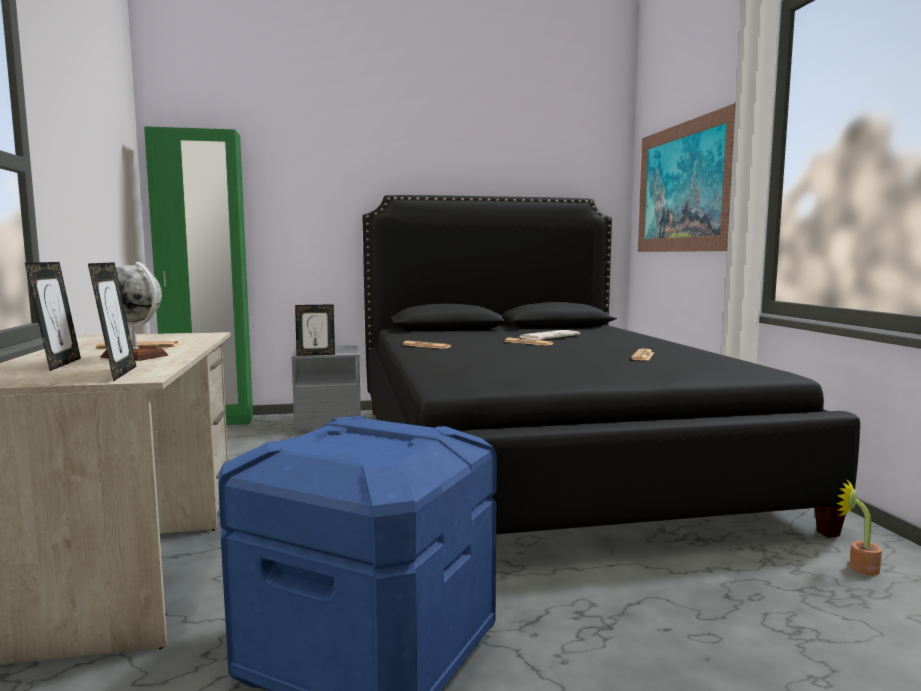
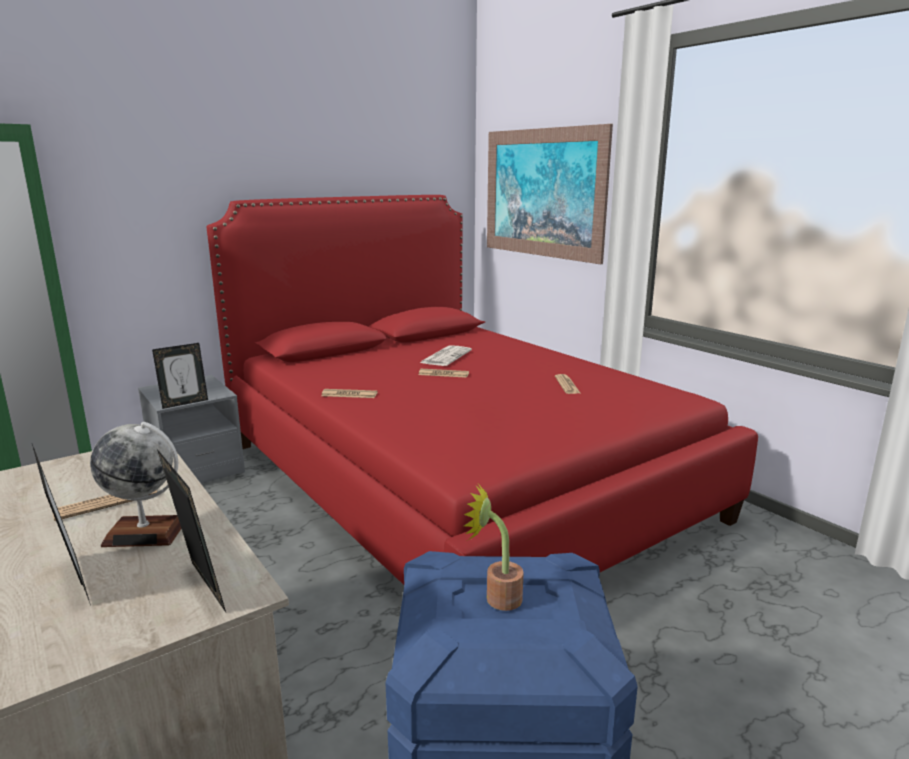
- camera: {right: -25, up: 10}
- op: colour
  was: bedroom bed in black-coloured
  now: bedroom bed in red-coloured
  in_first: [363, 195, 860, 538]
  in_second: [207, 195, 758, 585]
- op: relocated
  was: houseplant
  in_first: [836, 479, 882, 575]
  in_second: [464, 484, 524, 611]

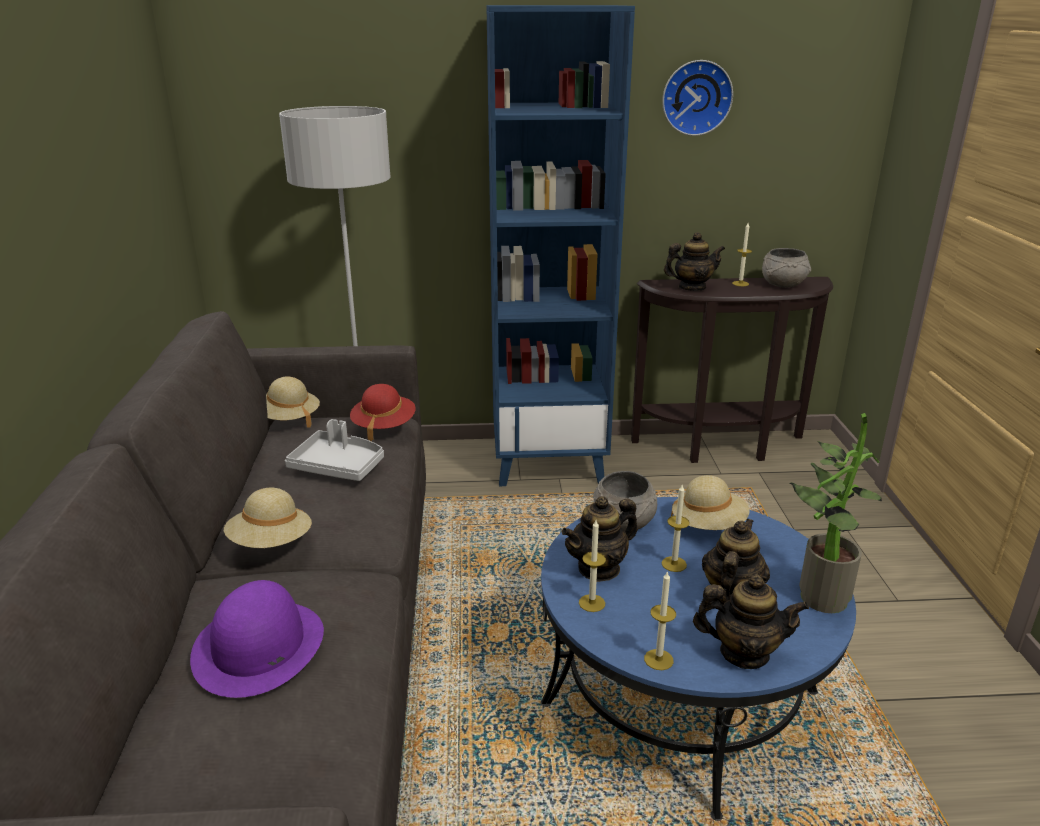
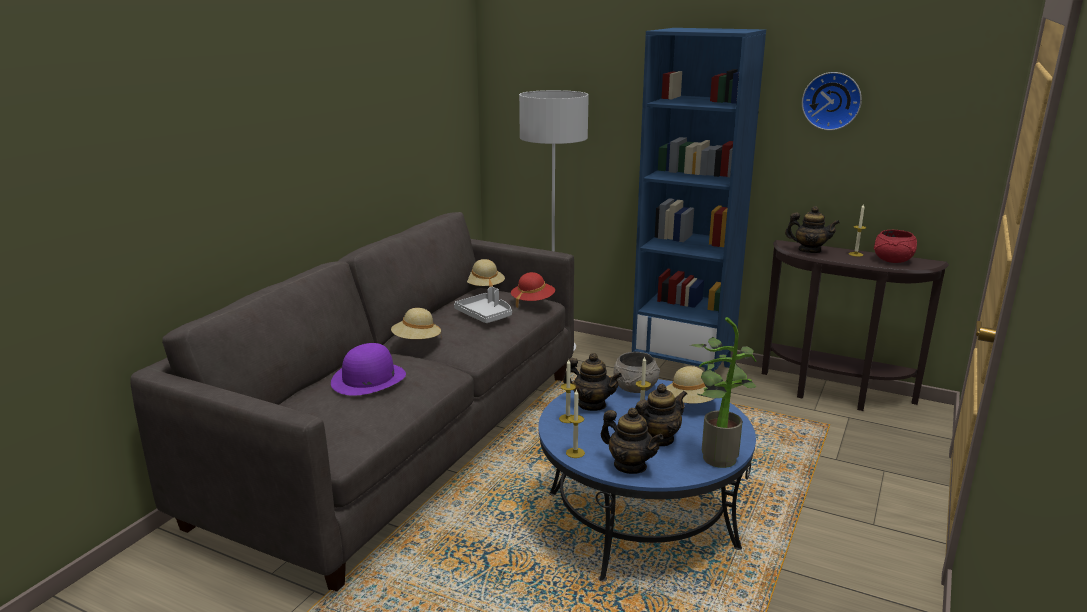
- camera: {right: 30, up: -5}
- op: spun
  was: teapot
  in_first: [562, 496, 638, 582]
  in_second: [563, 353, 622, 411]
  clockwise: -150
- op: colour
  was: deep dish in greyish
  now: deep dish in red-coloured
  in_first: [762, 248, 811, 288]
  in_second: [874, 230, 917, 263]

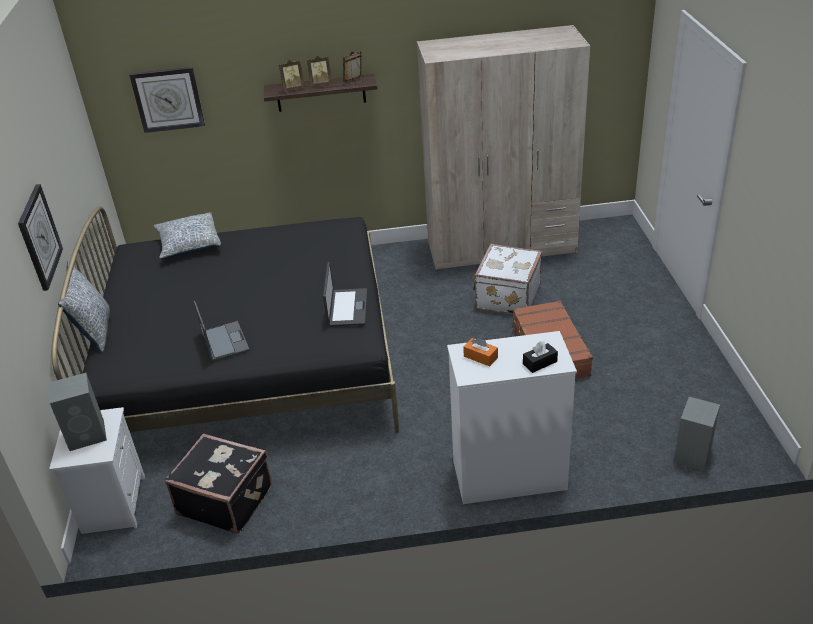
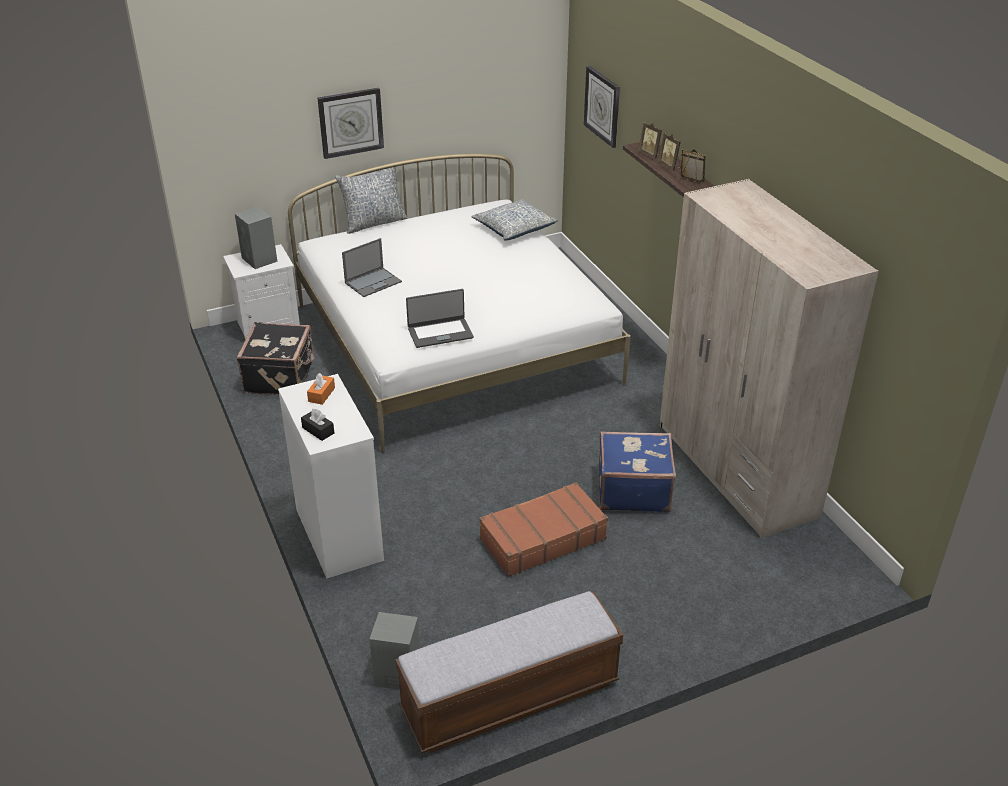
- camera: {right: 70, up: 0}
- op: colour
  was: bedroom bed in black-coloured
  now: bedroom bed in white
  in_first: [51, 206, 399, 433]
  in_second: [288, 154, 631, 453]
- op: colour
  was: travel case in white
  now: travel case in blue-coloured
  in_first: [473, 244, 542, 315]
  in_second: [598, 431, 676, 513]
- op: appeared
  now: indoor bench
  in_second: [395, 591, 623, 754]

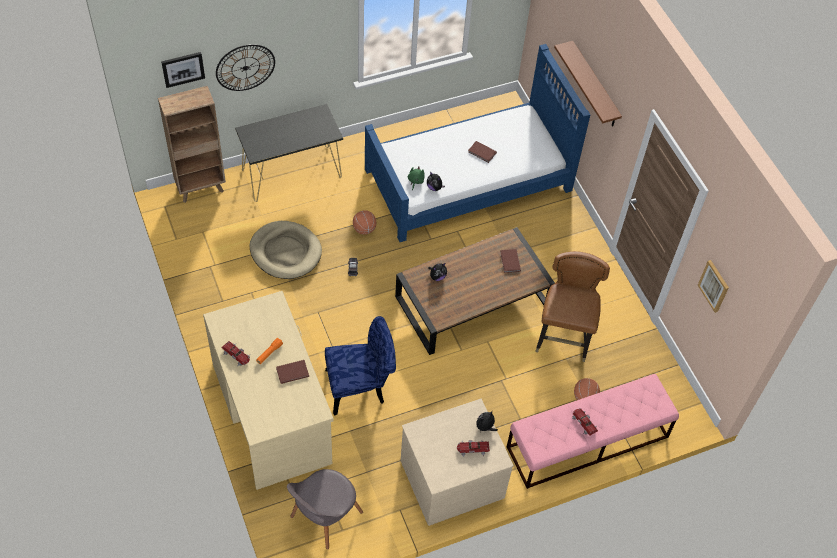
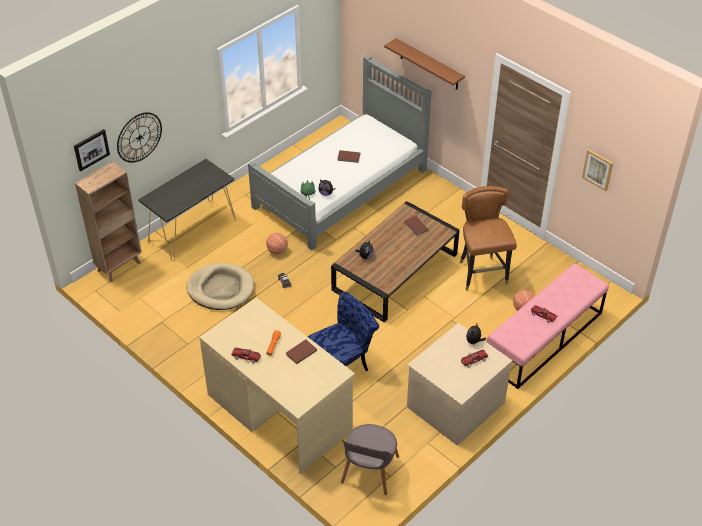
- camera: {right: -20, up: -10}
- op: colour
  was: bedroom bed in blue-coloured
  now: bedroom bed in greyish
  in_first: [365, 44, 591, 242]
  in_second: [248, 55, 432, 250]

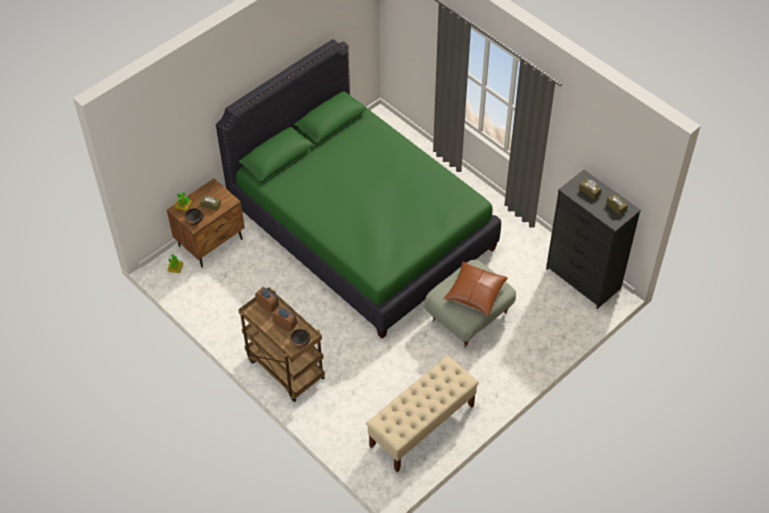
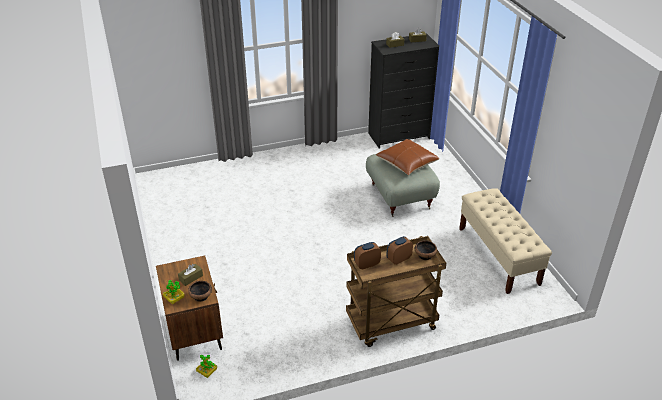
- camera: {right: -65, up: -15}
- op: missing
  was: bedroom bed in green
  in_first: [216, 39, 501, 339]

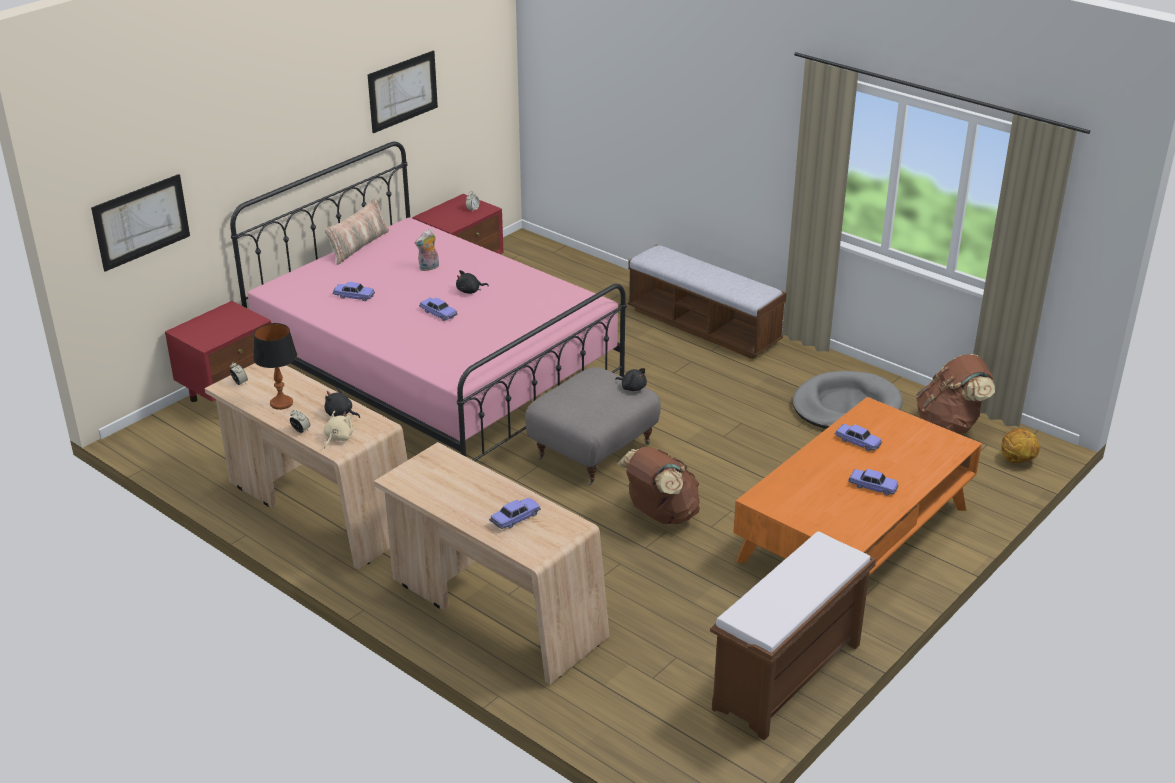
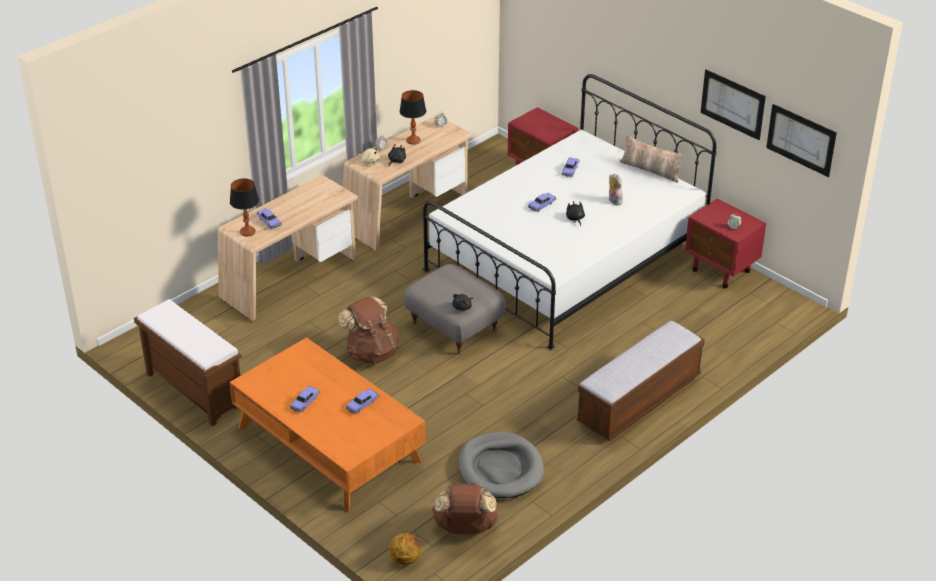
- camera: {right: 95, up: 5}
- op: relocated
  was: wall picture
  in_first: [91, 174, 190, 272]
  in_second: [766, 104, 837, 177]
- op: colour
  was: bedroom bed in pinkish
  now: bedroom bed in white
  in_first: [230, 142, 626, 461]
  in_second: [423, 74, 717, 350]
- op: appeared
  now: tabletop lamp
  in_second: [230, 179, 259, 236]

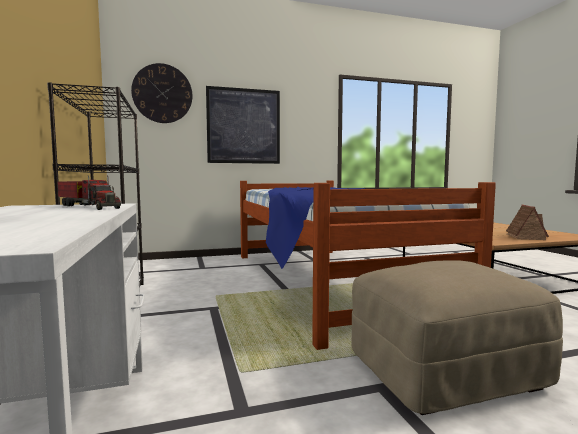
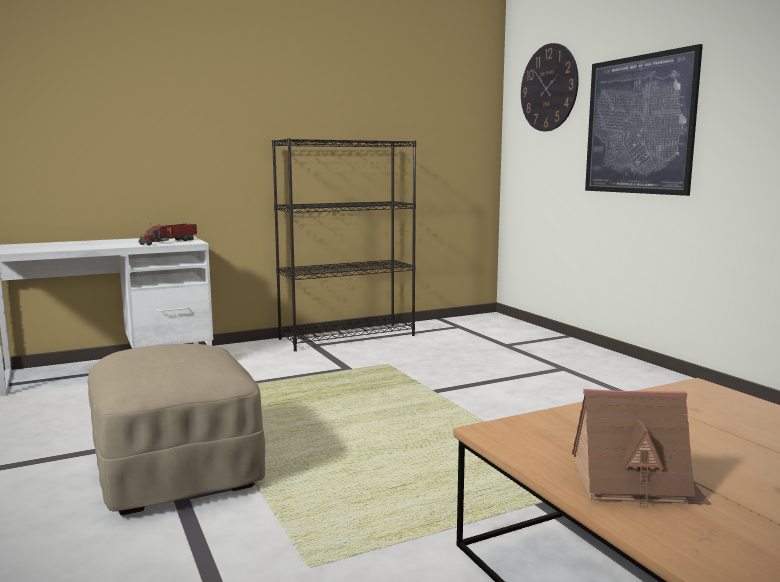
- camera: {right: 80, up: 5}
- op: missing
  was: bedroom bed
  in_first: [240, 181, 496, 350]

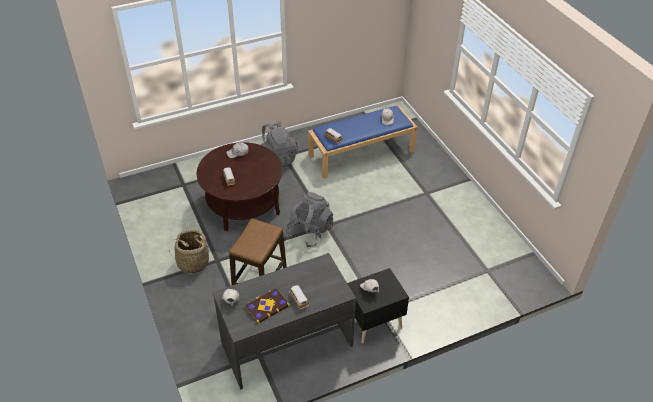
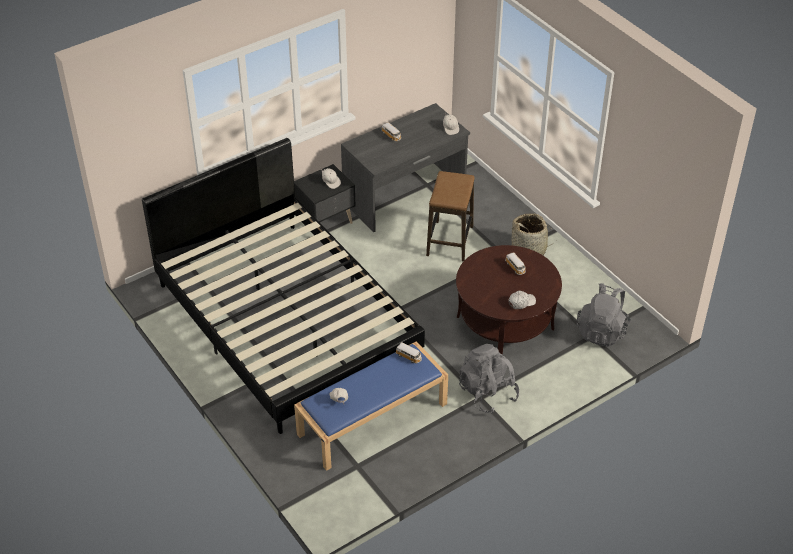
- camera: {right: 170, up: 0}
- op: missing
  was: book
  in_first: [244, 288, 290, 324]
- op: relocated
  was: knapsack in greyish
  in_first: [286, 192, 333, 247]
  in_second: [576, 283, 631, 347]
- op: appeared
  now: bedroom bed in black-coloured
  in_second: [142, 138, 425, 434]

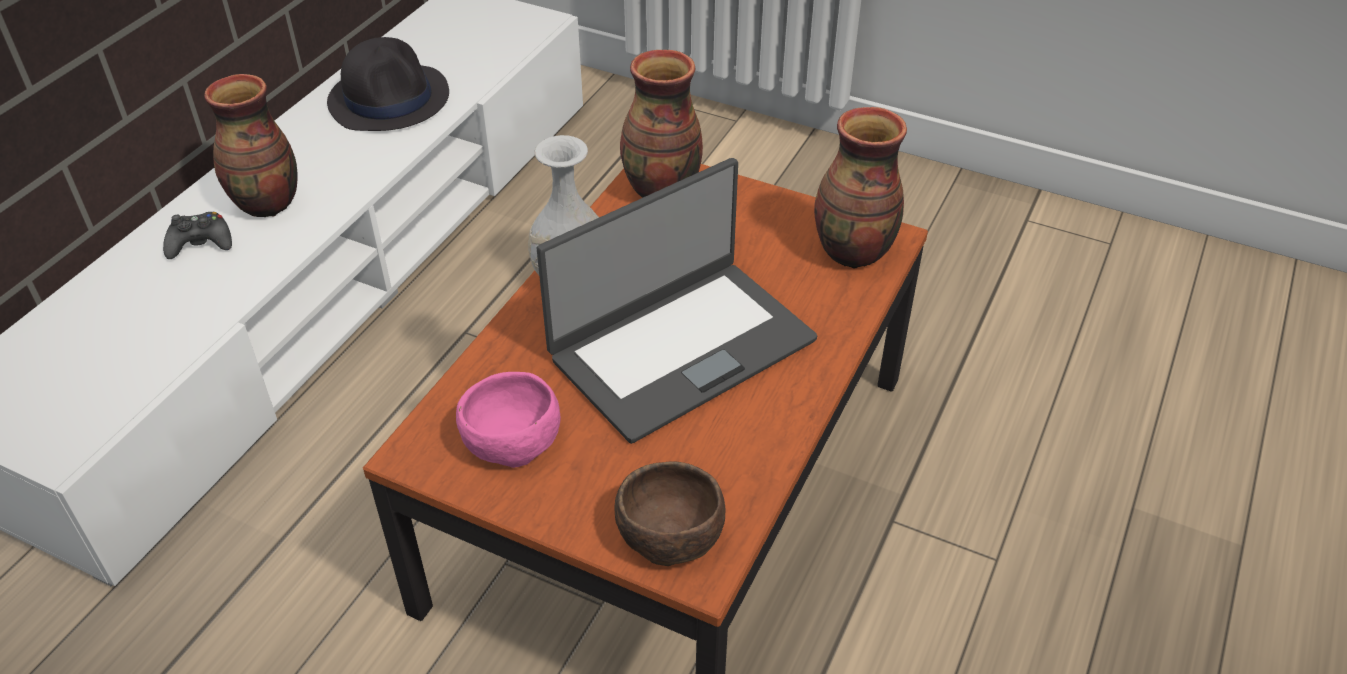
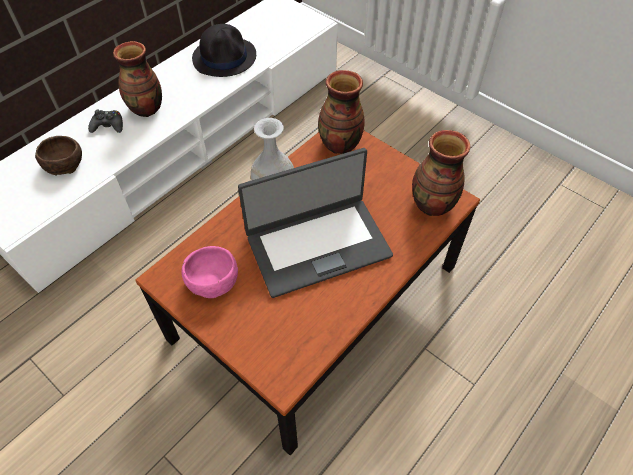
- camera: {right: 15, up: 10}
- op: relocated
  was: deep dish in brown-coloured
  in_first: [614, 461, 726, 566]
  in_second: [35, 136, 82, 176]

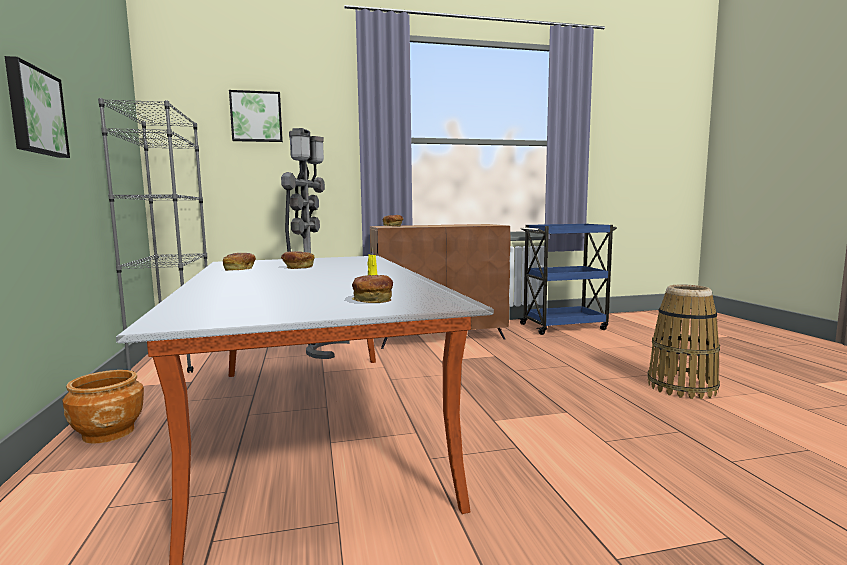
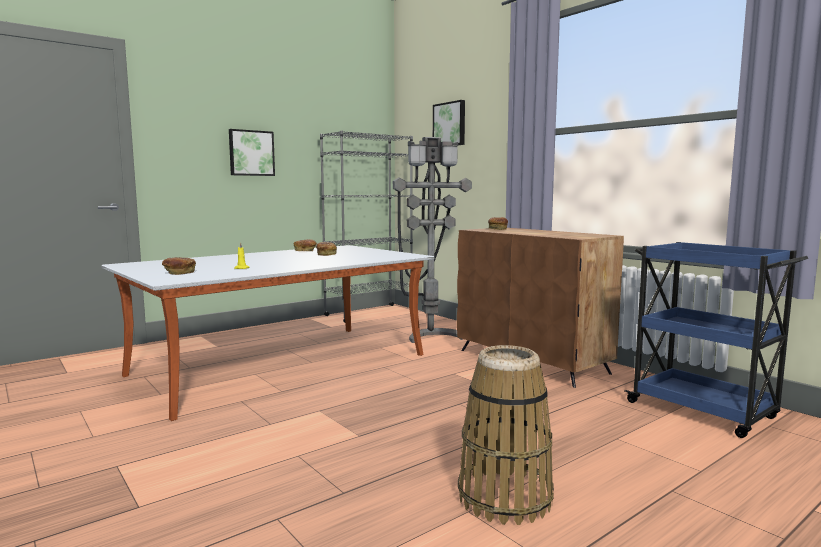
- camera: {right: 65, up: 0}
- op: missing
  was: plant pot in brown-coloured
  in_first: [62, 370, 144, 443]

